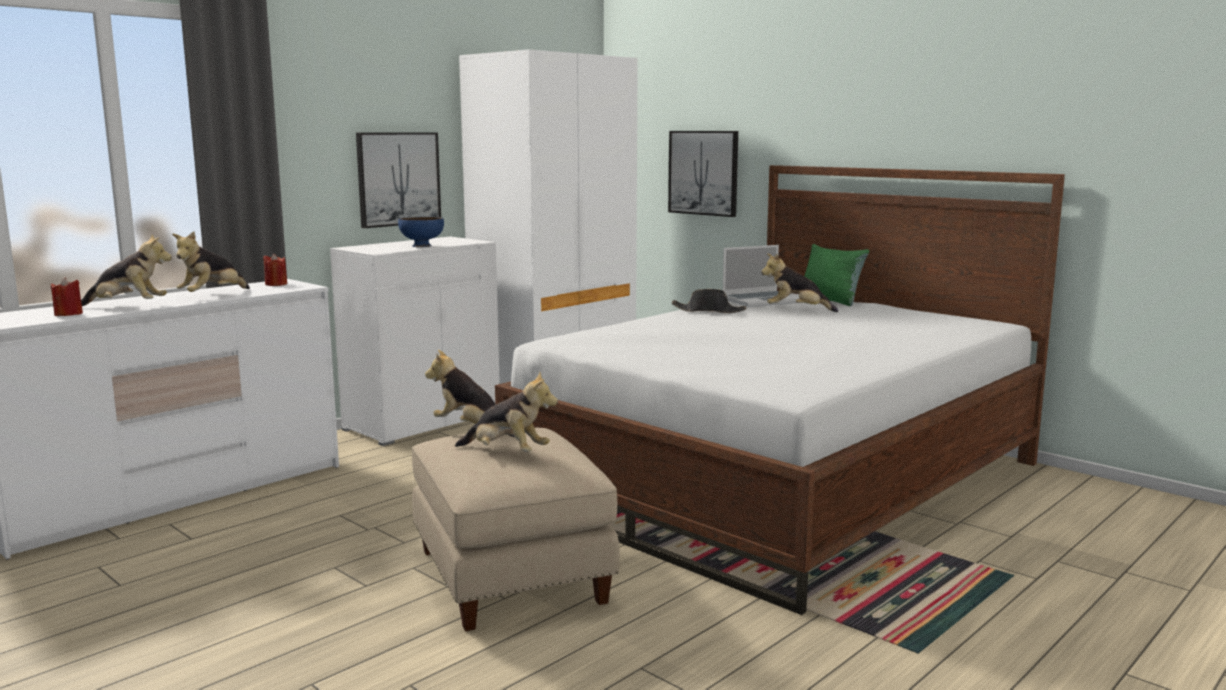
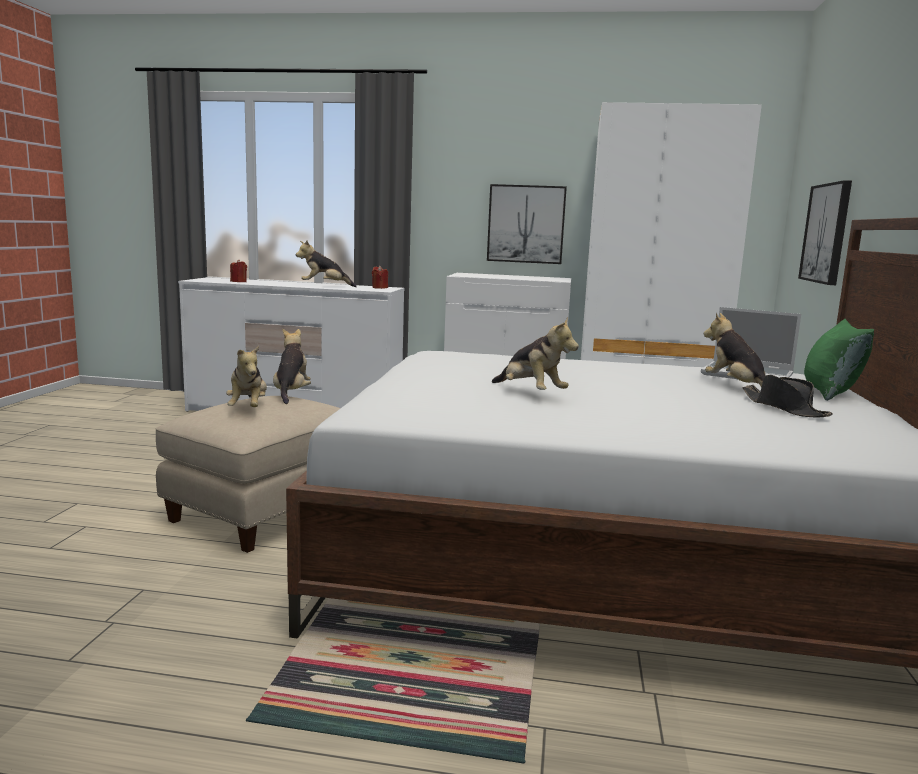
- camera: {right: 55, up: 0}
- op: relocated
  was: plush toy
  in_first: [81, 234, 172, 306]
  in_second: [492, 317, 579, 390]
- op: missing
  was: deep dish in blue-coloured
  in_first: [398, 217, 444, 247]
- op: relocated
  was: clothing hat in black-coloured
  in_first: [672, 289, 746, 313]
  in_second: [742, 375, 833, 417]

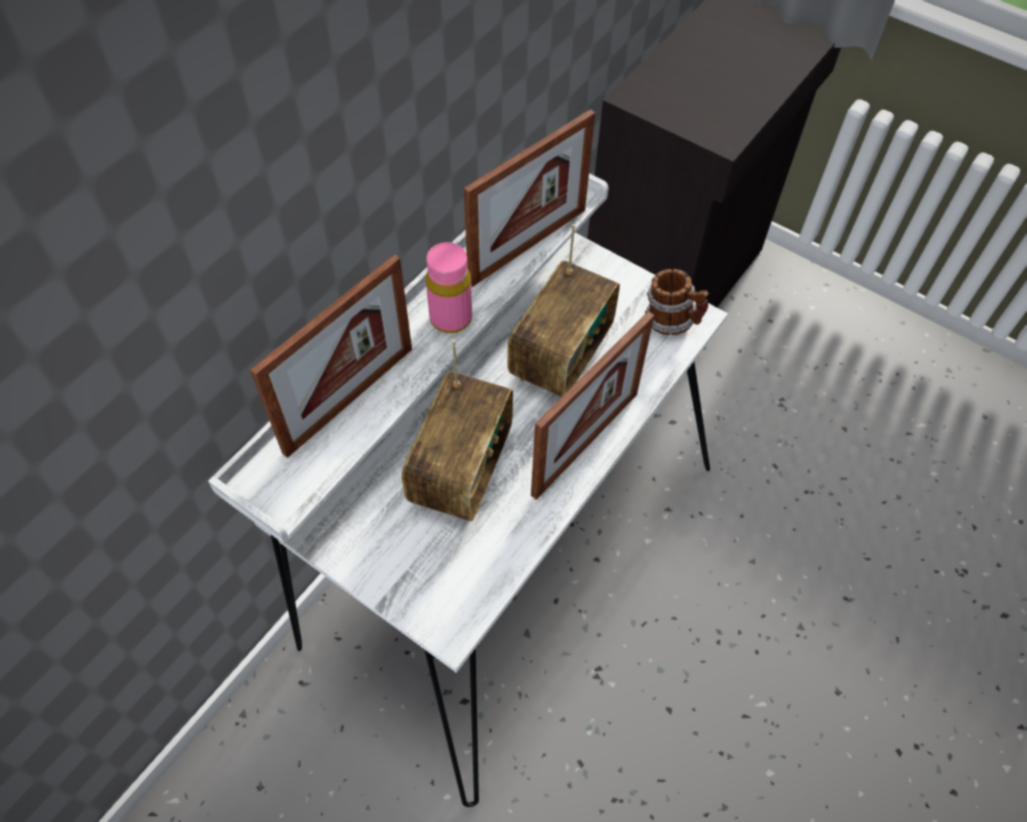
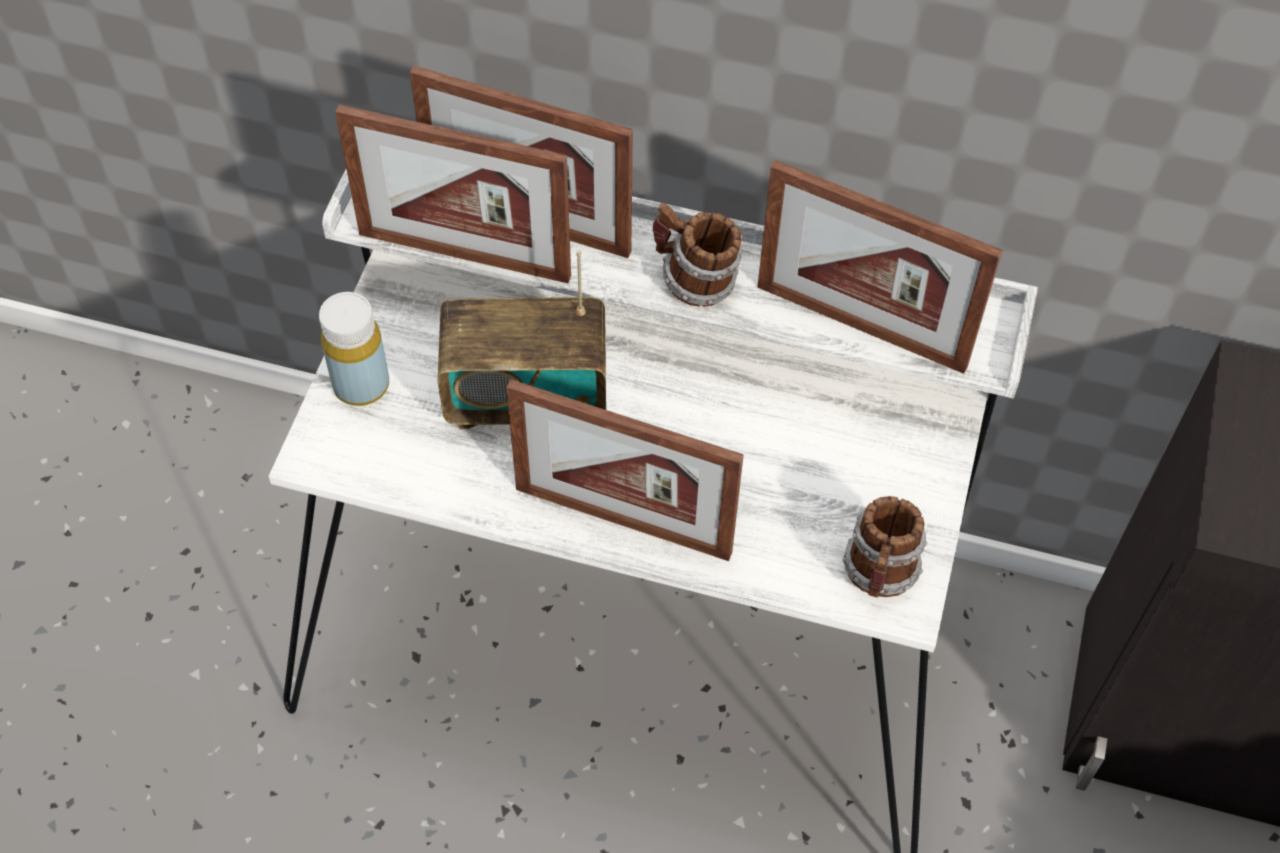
- camera: {right: 70, up: 0}
- op: exchanged
  was: bottle in pinkish
  now: coffee mug
  in_first: [426, 242, 472, 333]
  in_second: [653, 203, 744, 307]
- op: missing
  was: radio
  in_first: [508, 224, 620, 398]
- op: appeared
  now: bottle in yellow-coloured
  in_second: [319, 292, 389, 406]
- op: appeared
  now: photo frame
  in_second: [335, 105, 571, 283]

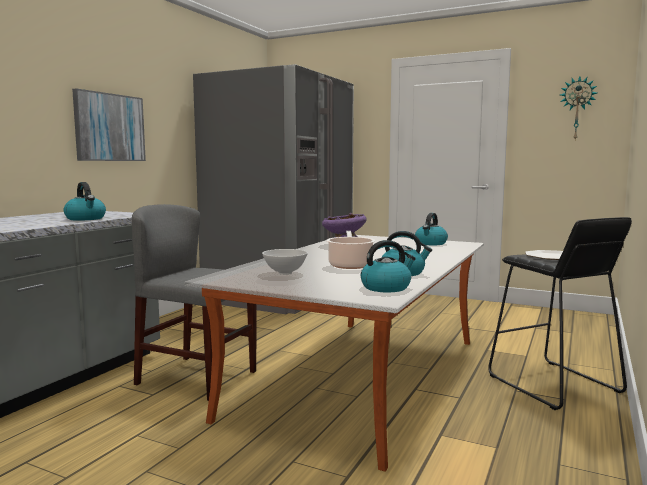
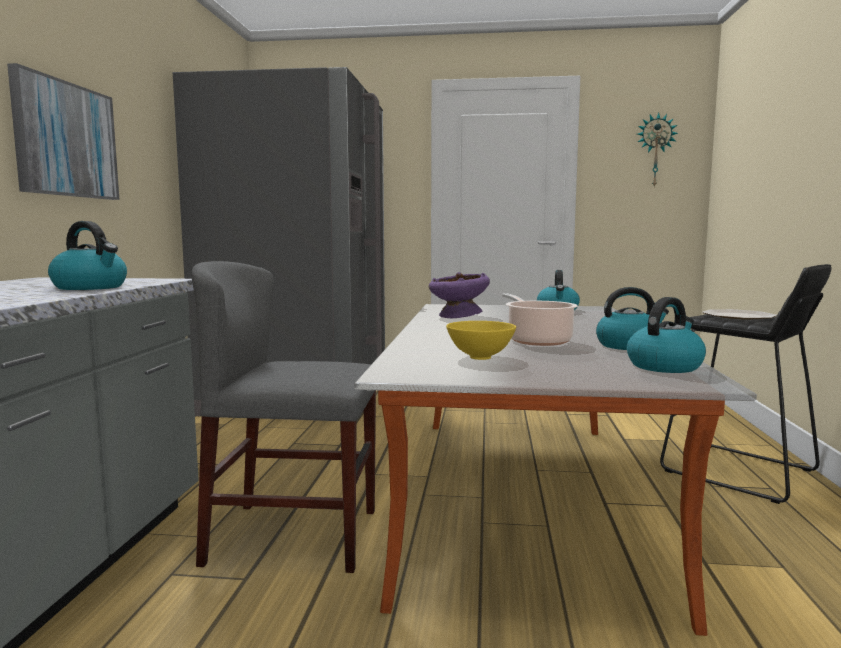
- camera: {right: -20, up: 0}
- op: colour
  was: deep dish in white
  now: deep dish in yellow-coloured
  in_first: [262, 249, 308, 275]
  in_second: [446, 321, 516, 360]

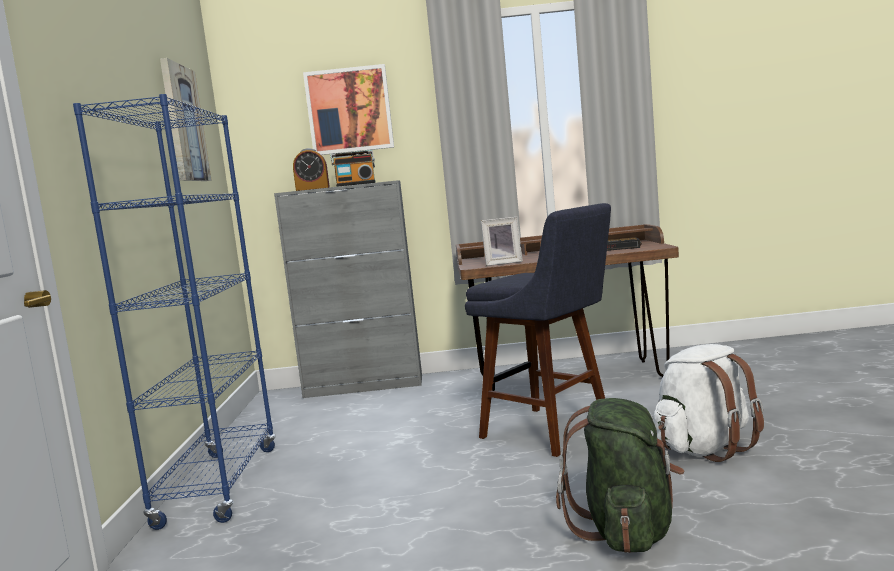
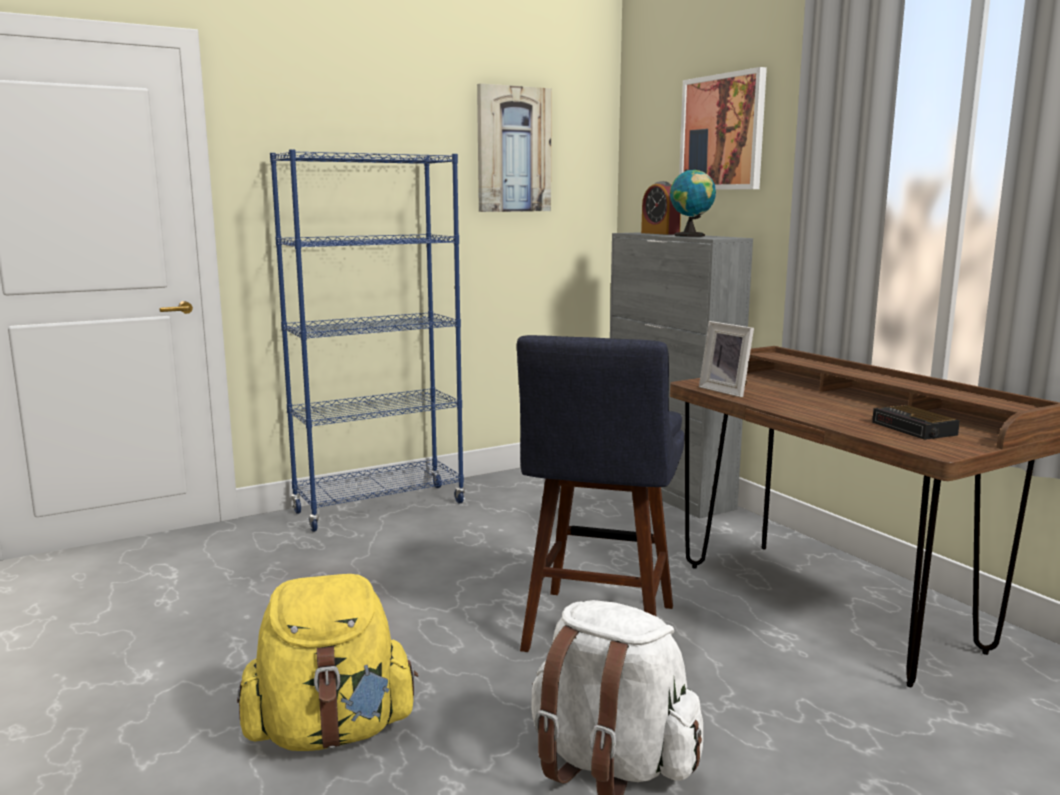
- camera: {right: 60, up: 5}
- op: exchanged
  was: radio
  now: desk globe
  in_first: [331, 150, 375, 187]
  in_second: [670, 169, 716, 237]
- op: colour
  was: knapsack in green
  now: knapsack in yellow-coloured
  in_first: [556, 398, 684, 553]
  in_second: [237, 574, 418, 751]

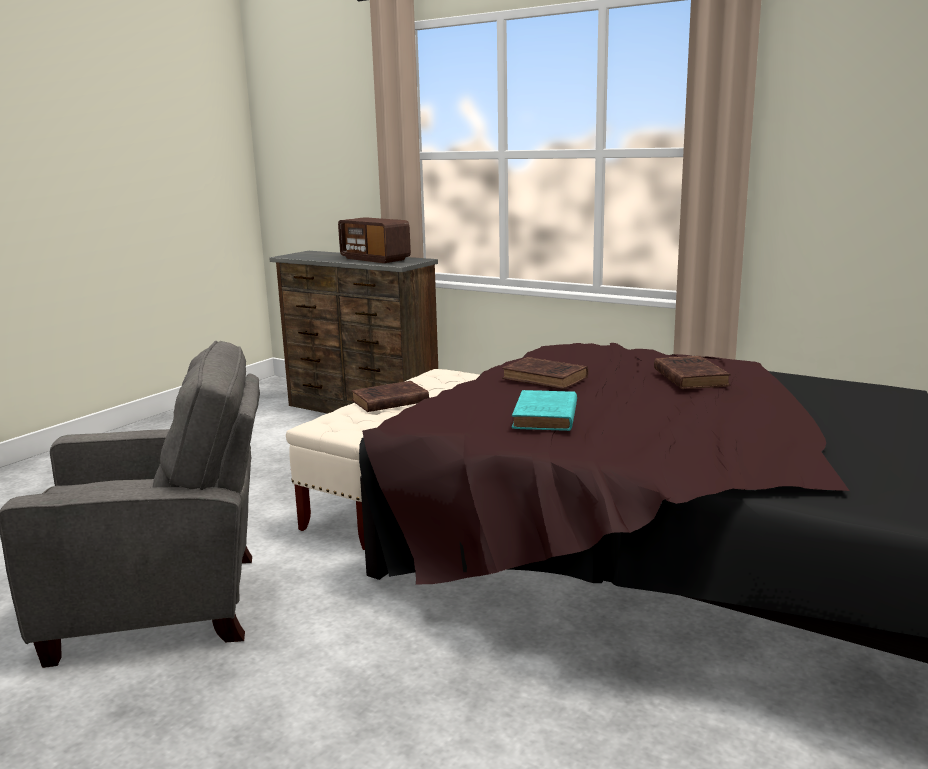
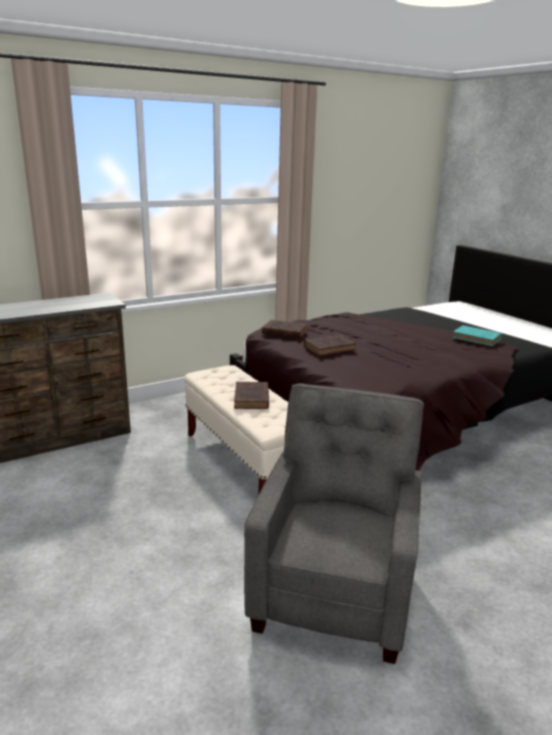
- camera: {right: -65, up: 5}
- op: missing
  was: radio
  in_first: [338, 217, 411, 263]
- op: relocated
  was: book in turquoise
  in_first: [512, 390, 577, 431]
  in_second: [452, 325, 502, 346]
- op: relocated
  was: book in brown-coloured
  in_first: [654, 356, 731, 389]
  in_second: [262, 320, 308, 338]

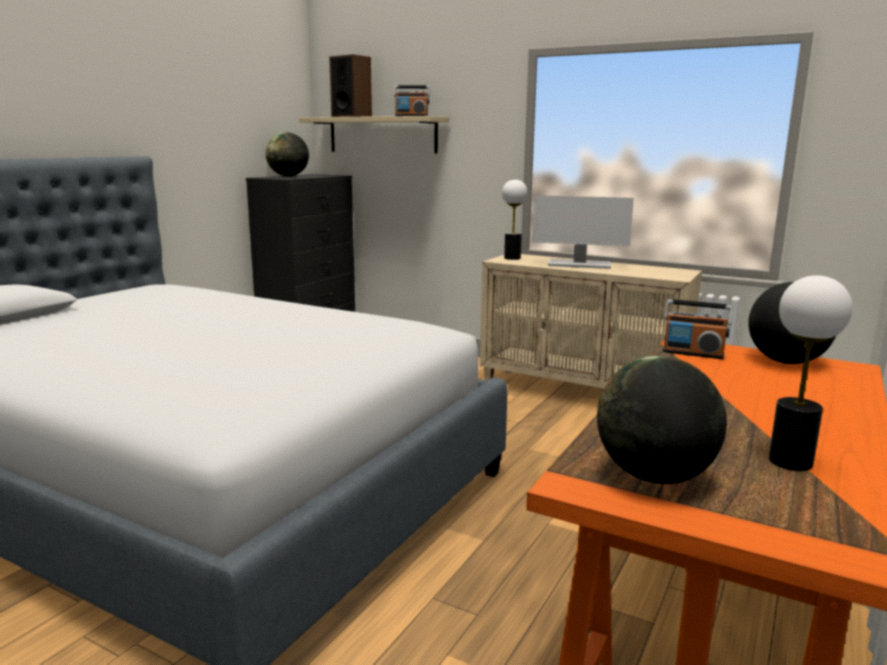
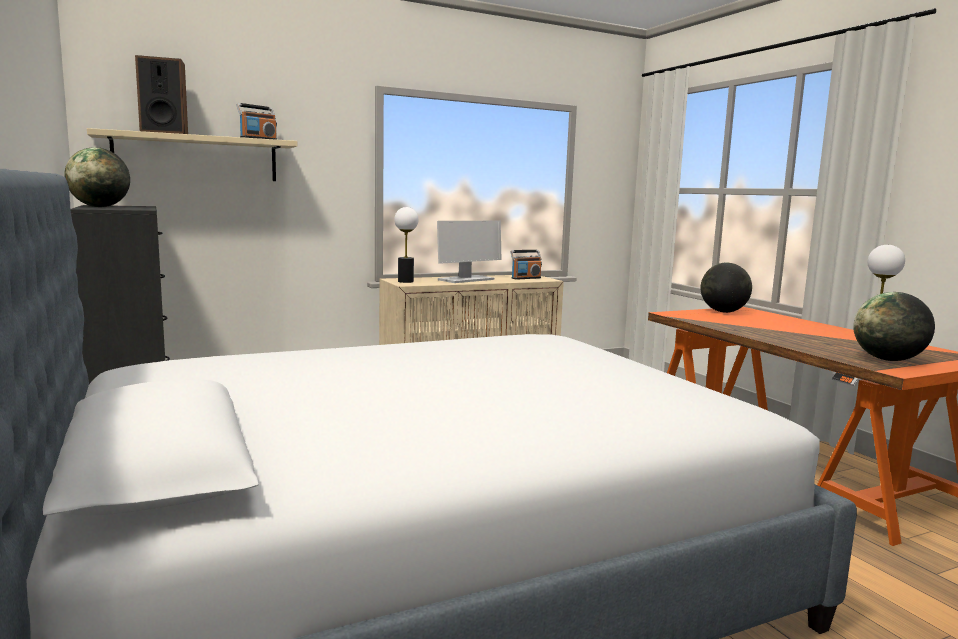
- camera: {right: -55, up: -5}
- op: relocated
  was: radio
  in_first: [663, 299, 733, 359]
  in_second: [510, 250, 542, 280]

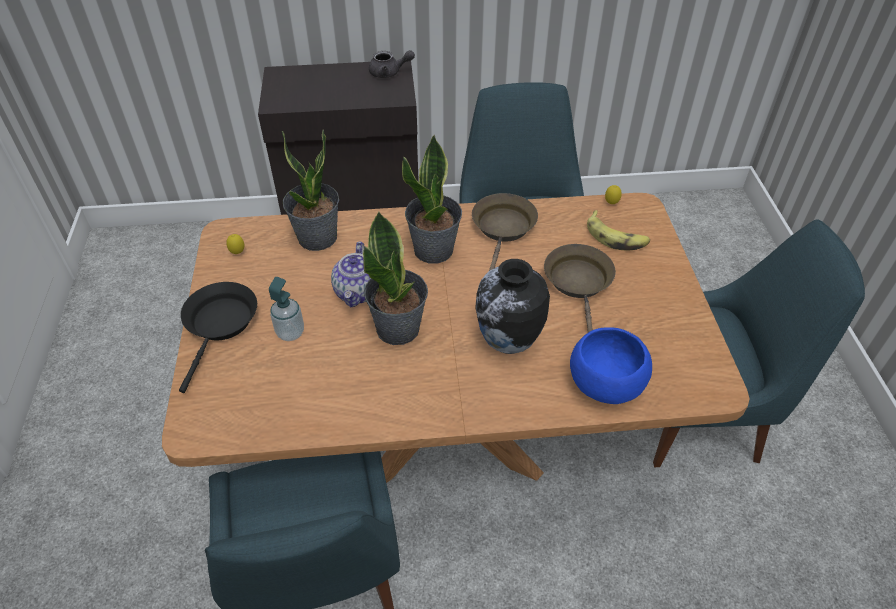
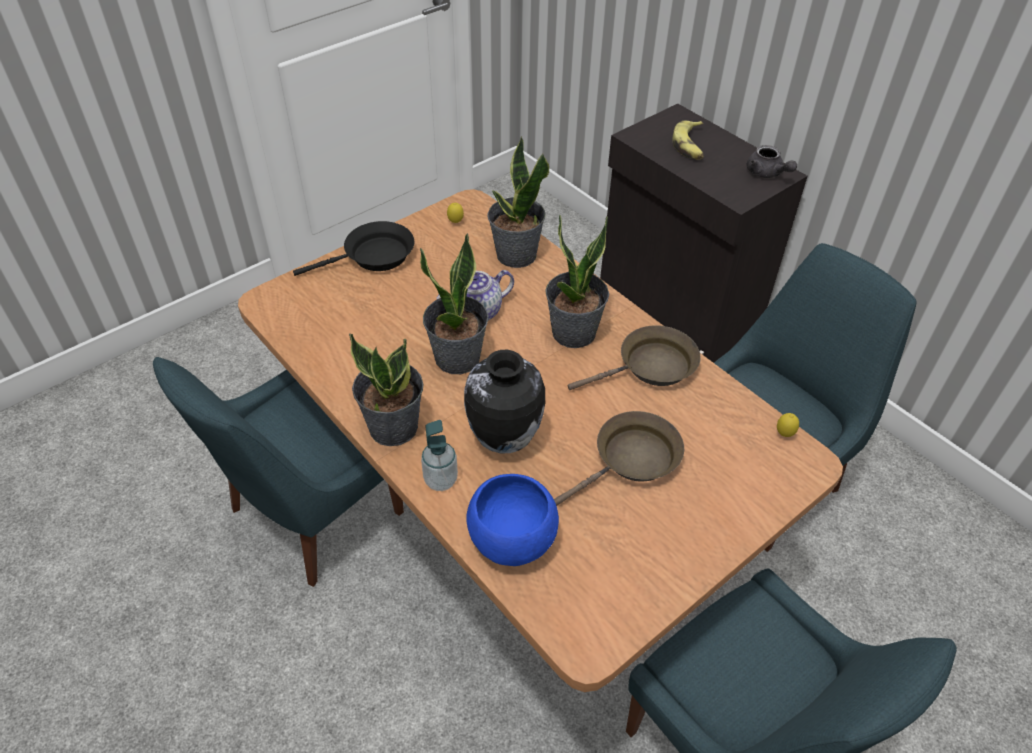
- camera: {right: 55, up: 0}
- op: relocated
  was: soap bottle
  in_first: [269, 277, 304, 341]
  in_second: [421, 420, 458, 491]
- op: relocated
  was: banana
  in_first: [587, 210, 650, 250]
  in_second: [673, 120, 703, 159]
- op: appeared
  now: houseplant
  in_second: [349, 334, 423, 446]

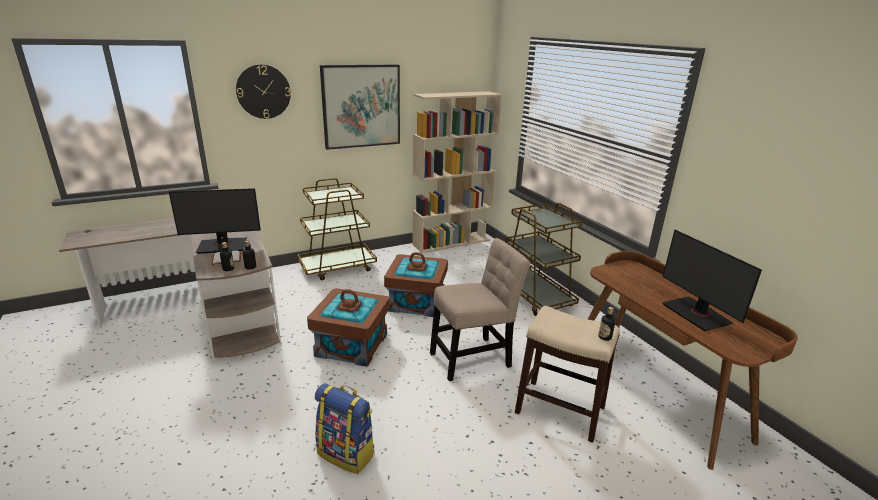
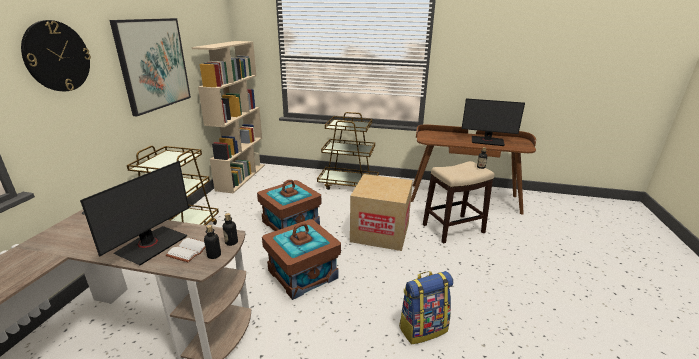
- camera: {right: -50, up: 0}
- op: exchanged
  was: upright chair in beige
  now: carton
  in_first: [430, 238, 530, 381]
  in_second: [350, 174, 413, 251]

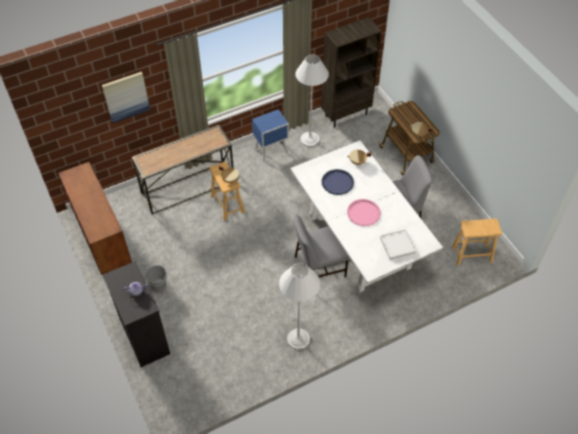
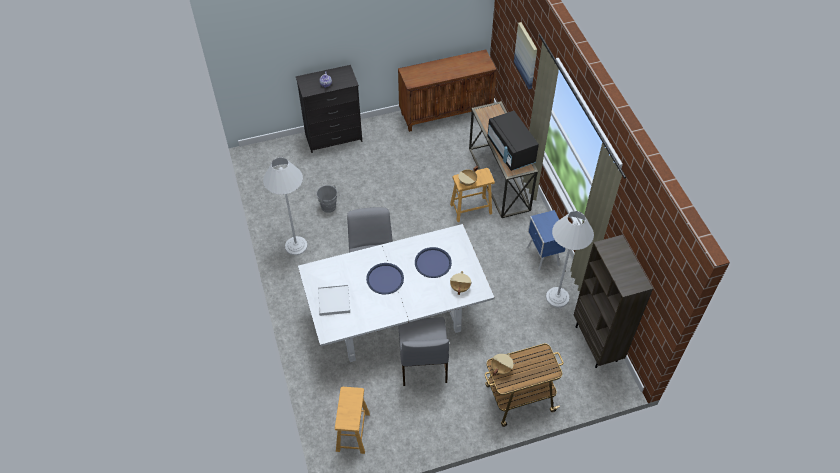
- camera: {right: 100, up: 0}
- op: relocated
  was: bucket in greyish
  in_first: [145, 265, 171, 292]
  in_second: [316, 185, 341, 213]
- op: colour
  was: tray in pinkish
  now: tray in blue-coloured
  in_first: [347, 199, 381, 226]
  in_second: [366, 263, 404, 294]
- op: appeared
  now: microwave in black-coloured
  in_second: [487, 111, 539, 171]

